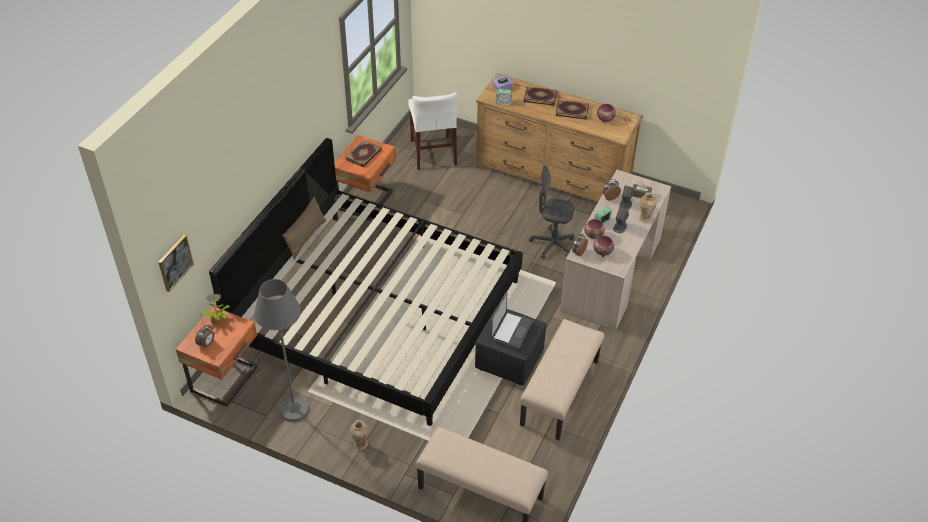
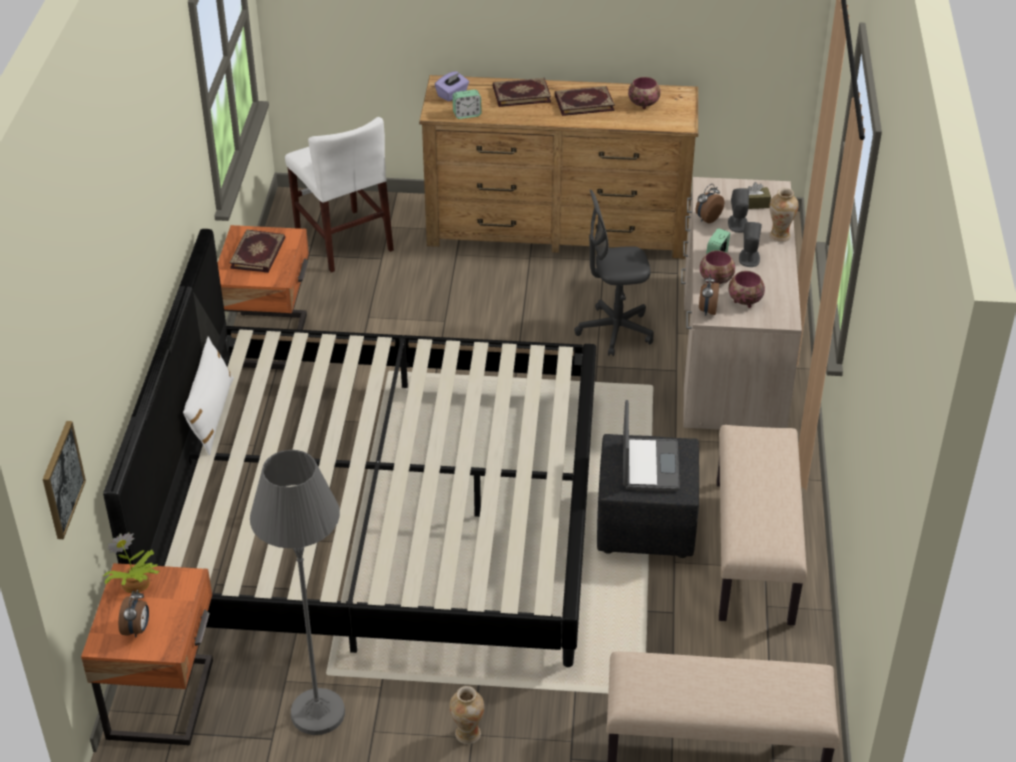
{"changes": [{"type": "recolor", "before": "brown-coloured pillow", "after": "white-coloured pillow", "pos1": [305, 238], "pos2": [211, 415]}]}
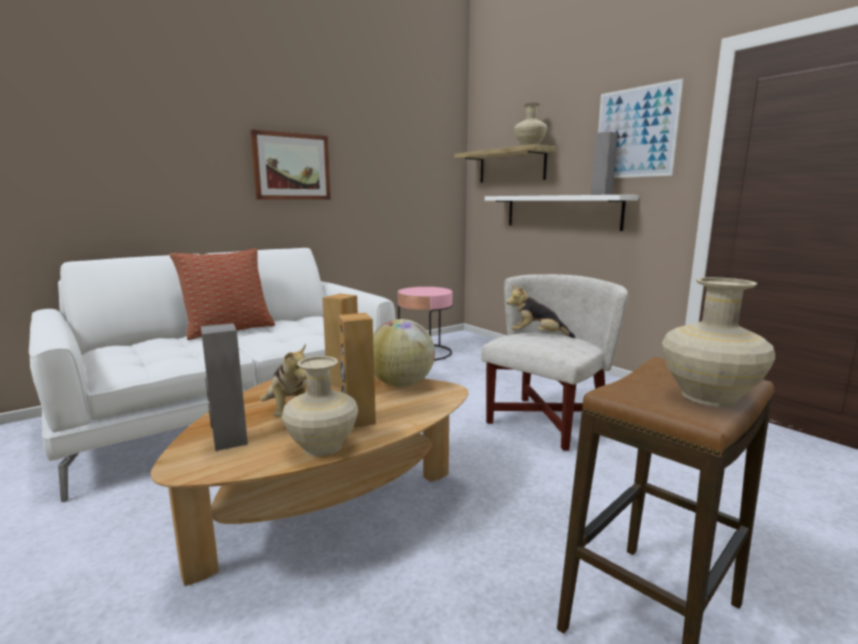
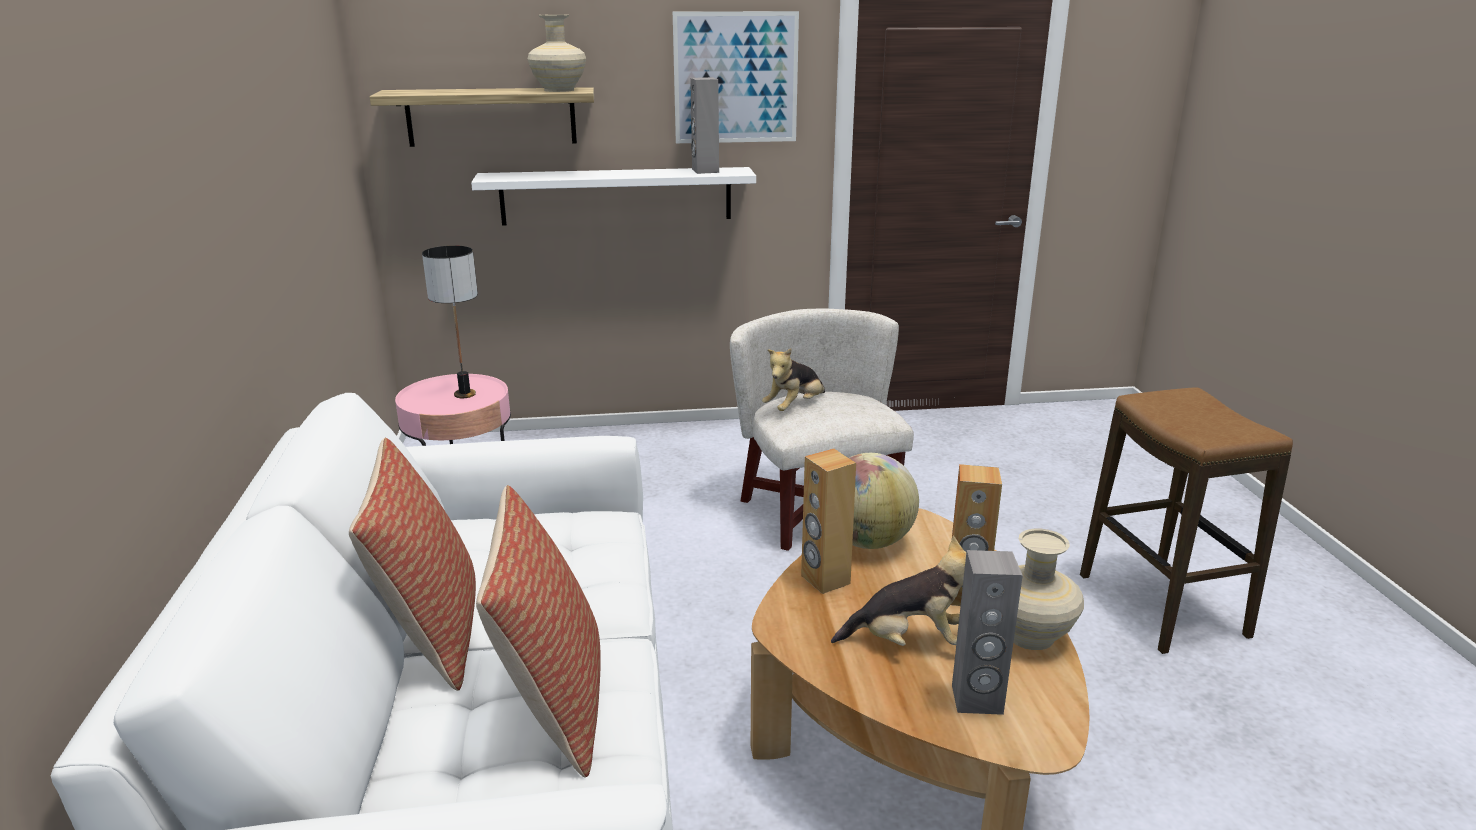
{"changes": [{"type": "delete", "before": "wall art", "pos1": [291, 166]}, {"type": "delete", "before": "sand-coloured decorative vase", "pos1": [707, 396]}, {"type": "insert", "after": "lamp for a table", "pos2": [464, 394]}, {"type": "insert", "after": "pillow", "pos2": [553, 704]}]}
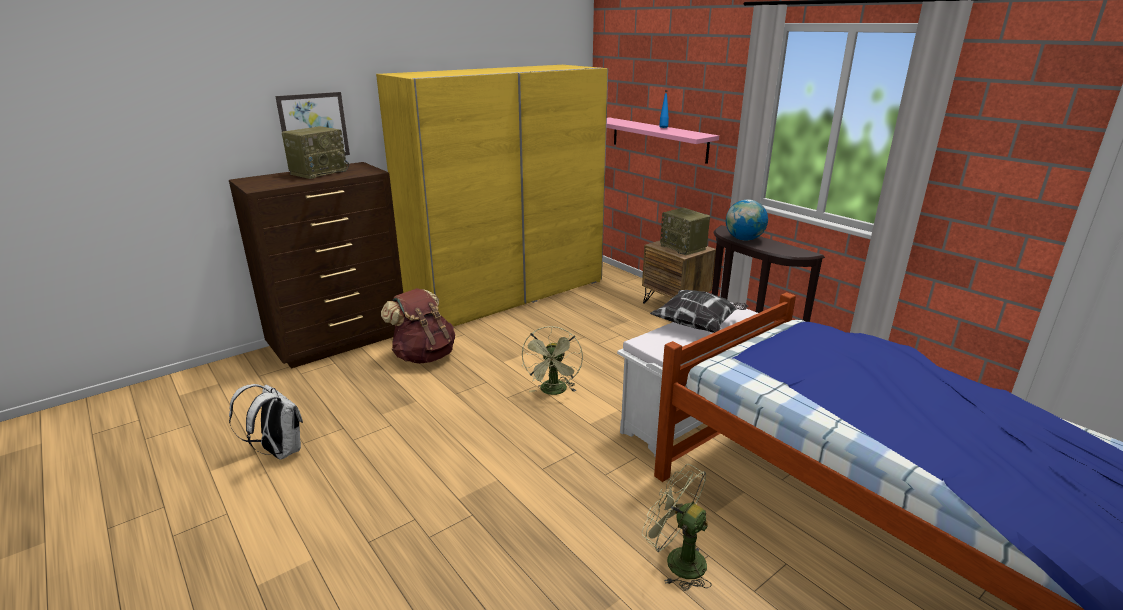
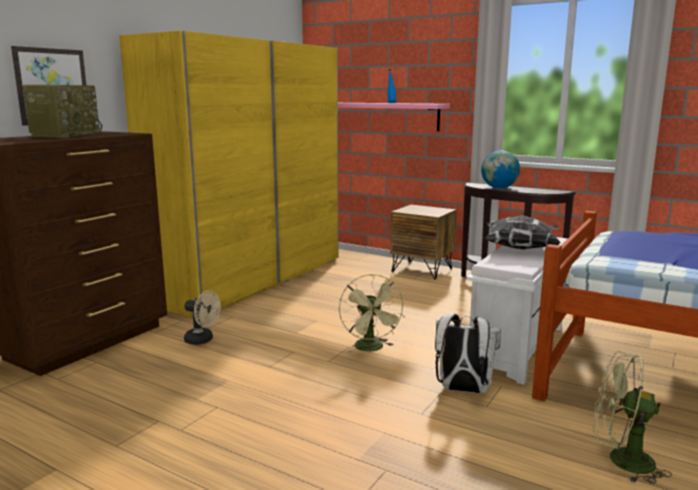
{"changes": [{"type": "move", "before": "white-coloured backpack", "pos1": [279, 451], "pos2": [462, 390]}, {"type": "replace", "before": "brown-coloured backpack", "after": "sand-coloured fan", "pos1": [424, 356], "pos2": [203, 340]}, {"type": "delete", "before": "radio", "pos1": [684, 247]}]}
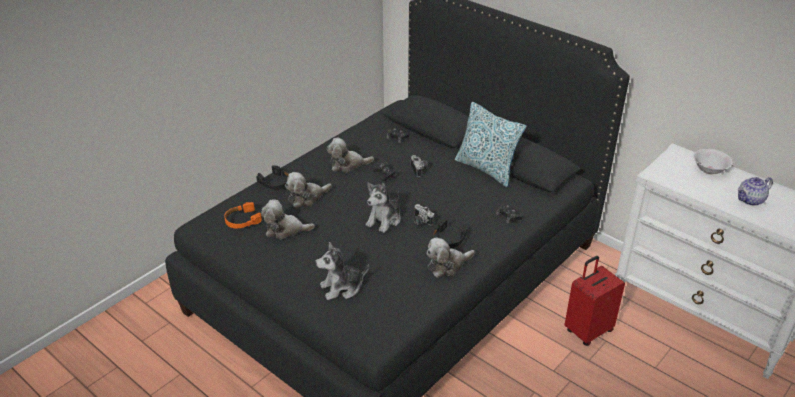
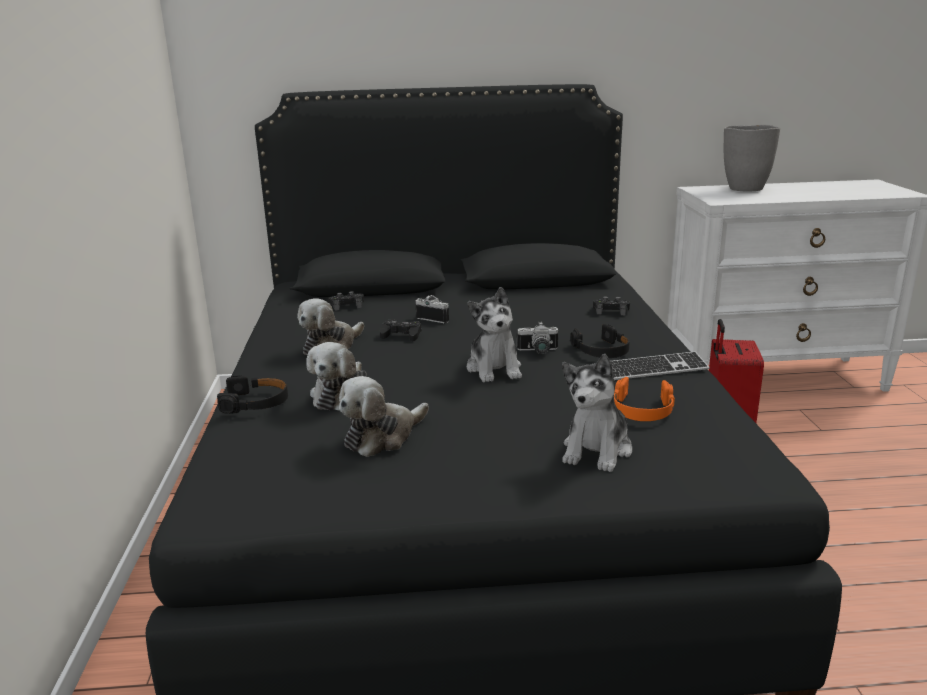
{"changes": [{"type": "move", "before": "orange-coloured headphones", "pos1": [242, 220], "pos2": [642, 409]}, {"type": "replace", "before": "plush toy", "after": "keyboard", "pos1": [447, 265], "pos2": [654, 369]}, {"type": "delete", "before": "pillow", "pos1": [486, 169]}, {"type": "replace", "before": "white-coloured bowl", "after": "gray decorative vase", "pos1": [709, 170], "pos2": [744, 189]}, {"type": "delete", "before": "tea pot", "pos1": [750, 200]}]}
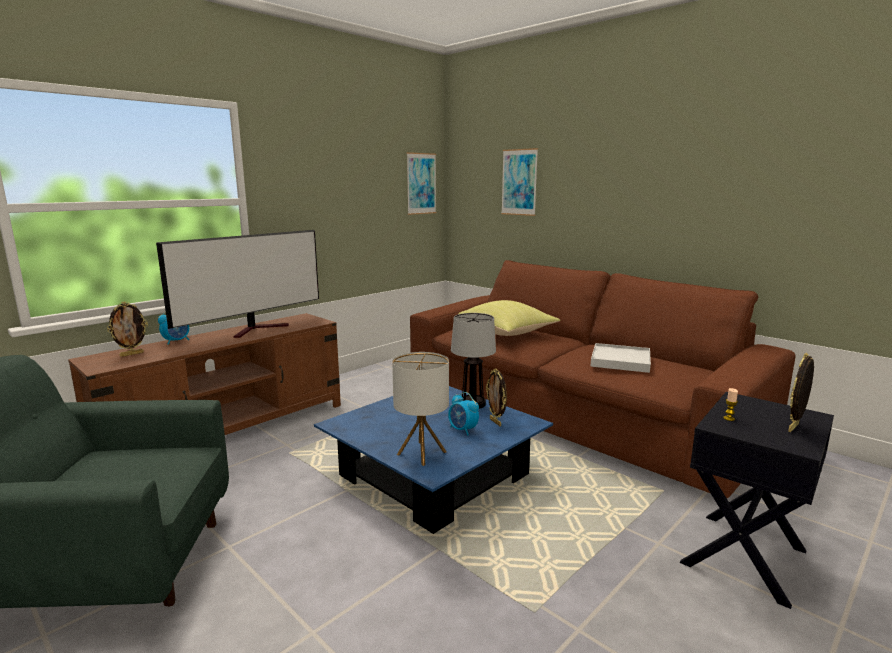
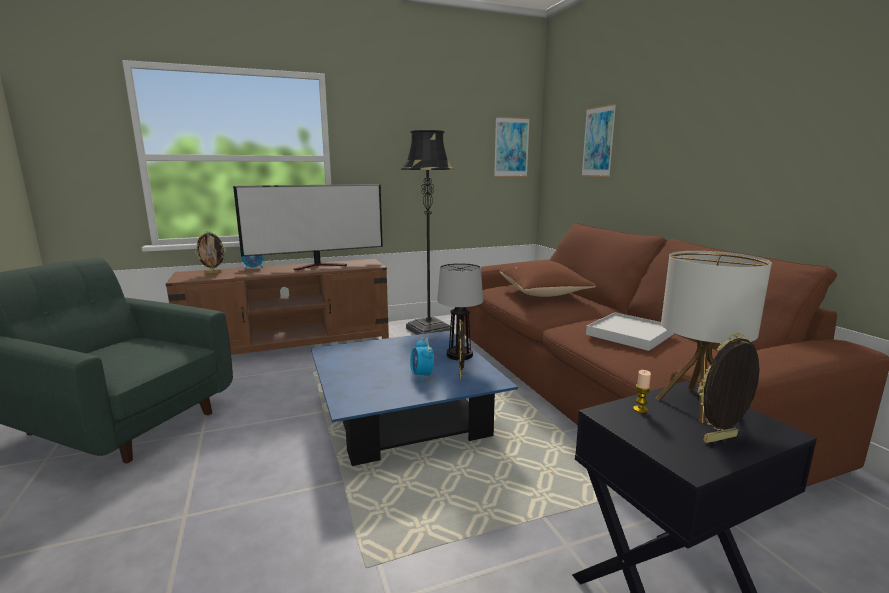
{"changes": [{"type": "move", "before": "lamp for a table", "pos1": [422, 453], "pos2": [696, 404]}, {"type": "recolor", "before": "yellow pillow", "after": "brown-coloured pillow", "pos1": [508, 333], "pos2": [544, 294]}, {"type": "insert", "after": "black standard lamp", "pos2": [429, 330]}]}
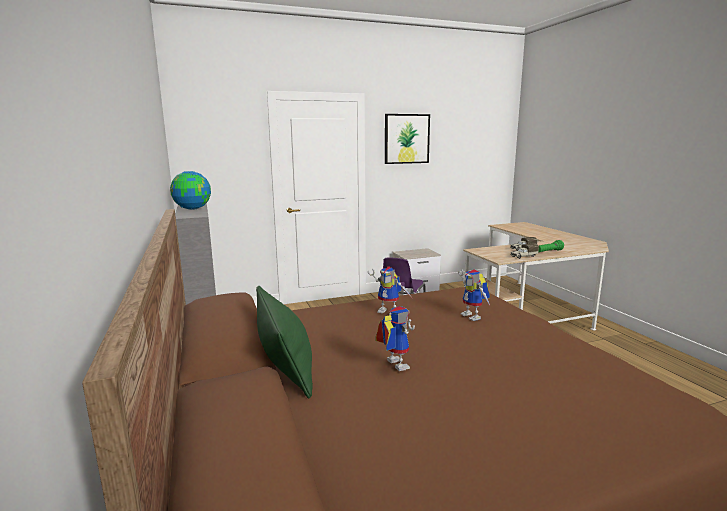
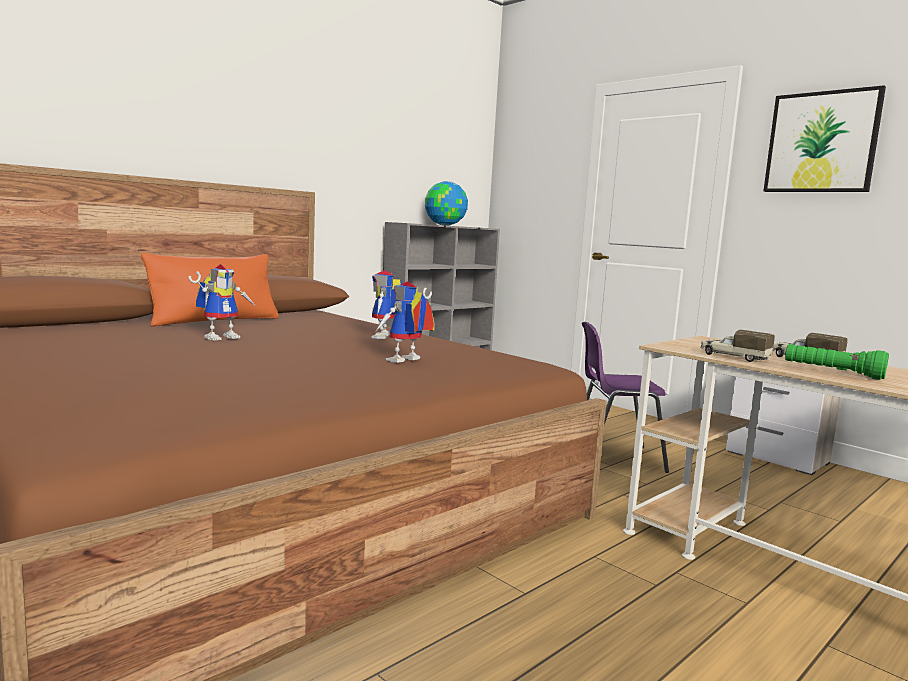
{"changes": [{"type": "recolor", "before": "greenish pillow", "after": "orange-coloured pillow", "pos1": [285, 366], "pos2": [215, 321]}]}
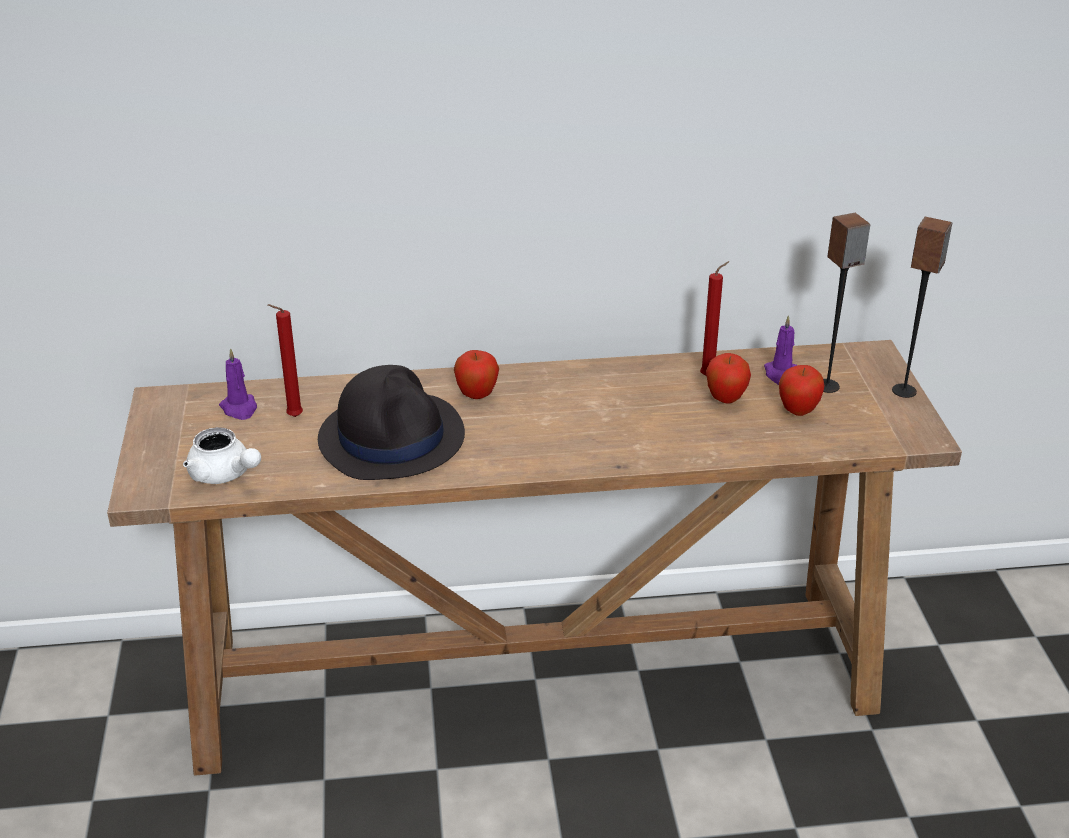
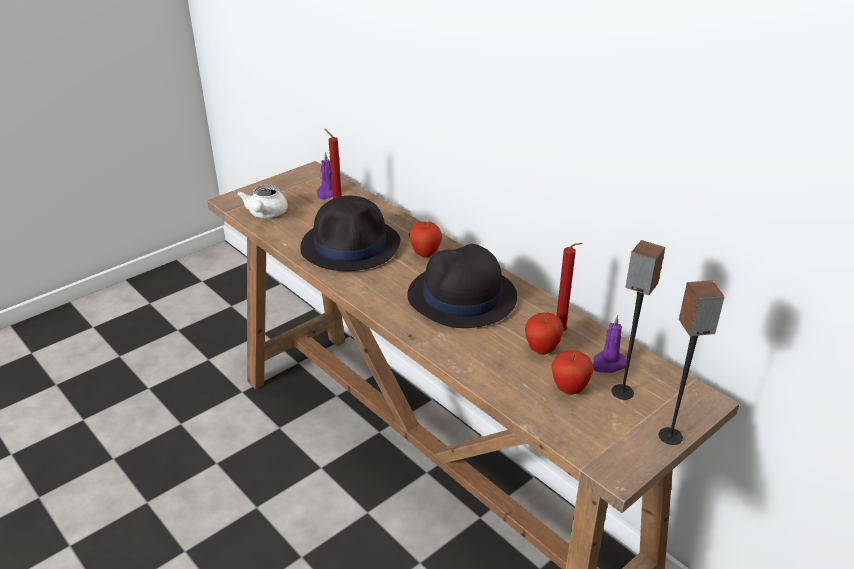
{"changes": [{"type": "insert", "after": "black wearable hat", "pos2": [461, 298]}]}
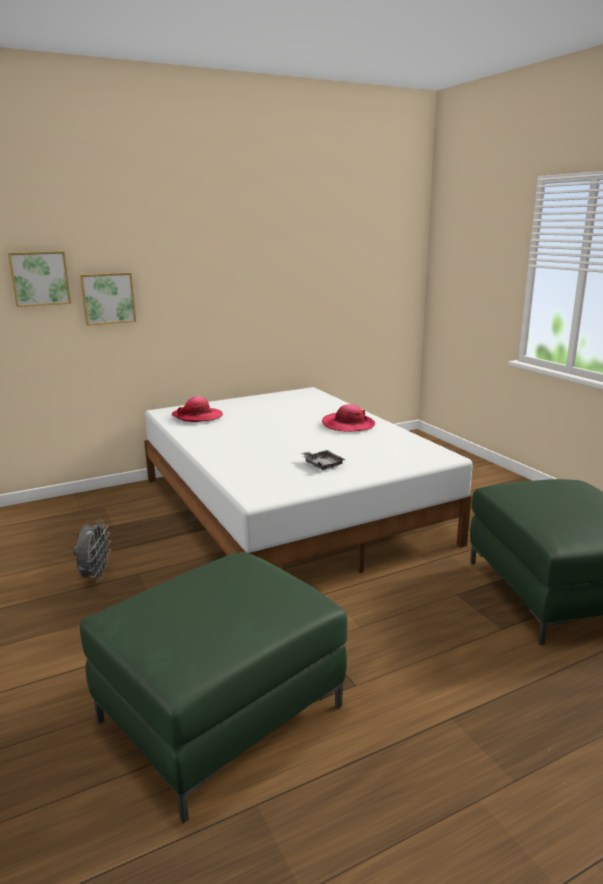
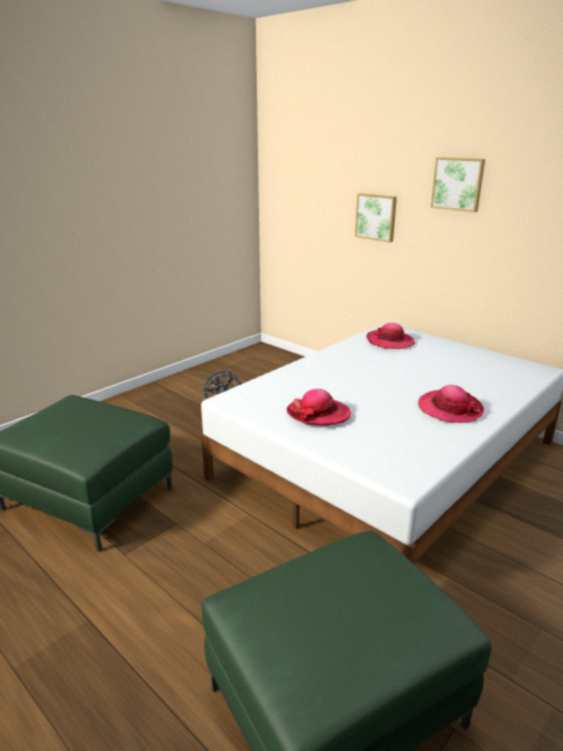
{"changes": [{"type": "move", "before": "wall art", "pos1": [40, 278], "pos2": [458, 184]}, {"type": "replace", "before": "gray tray", "after": "wearable hat", "pos1": [322, 464], "pos2": [318, 414]}]}
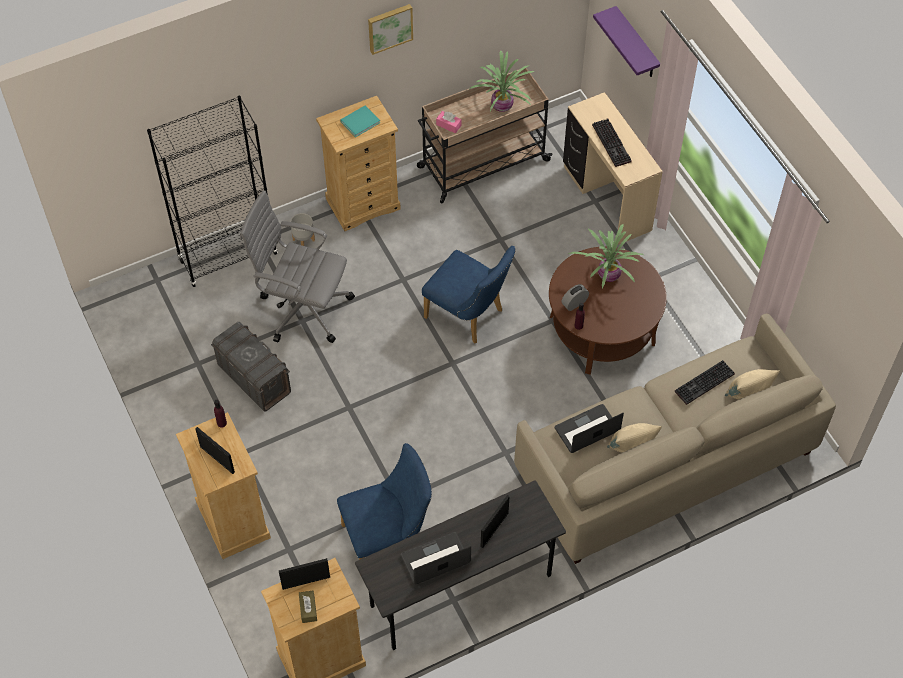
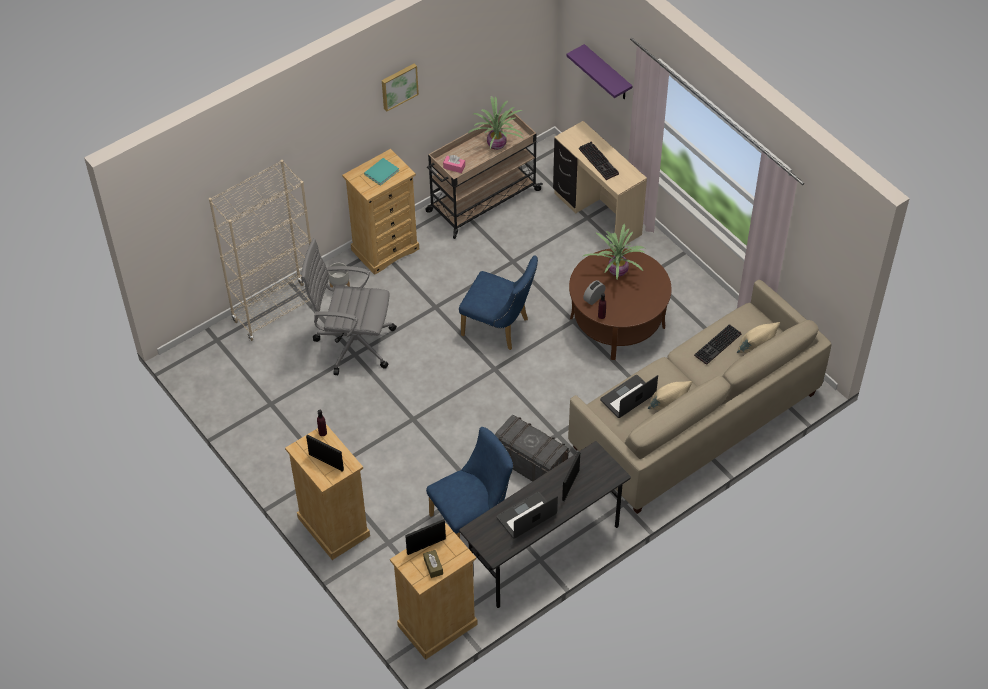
{"changes": [{"type": "recolor", "before": "black shelving unit", "after": "sand-coloured shelving unit", "pos1": [228, 257], "pos2": [276, 311]}, {"type": "move", "before": "gray storage container", "pos1": [254, 378], "pos2": [530, 465]}]}
